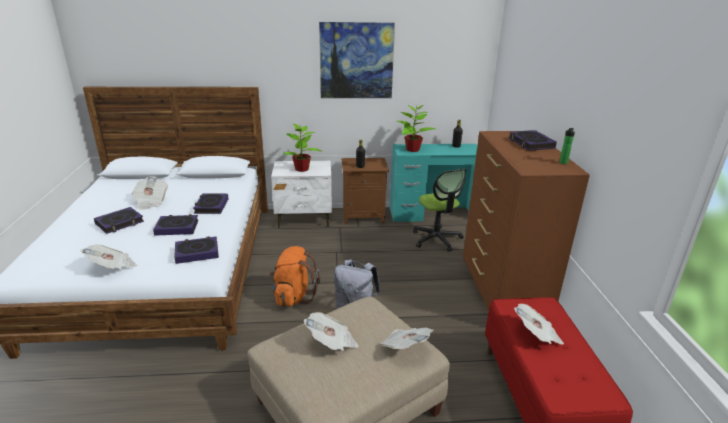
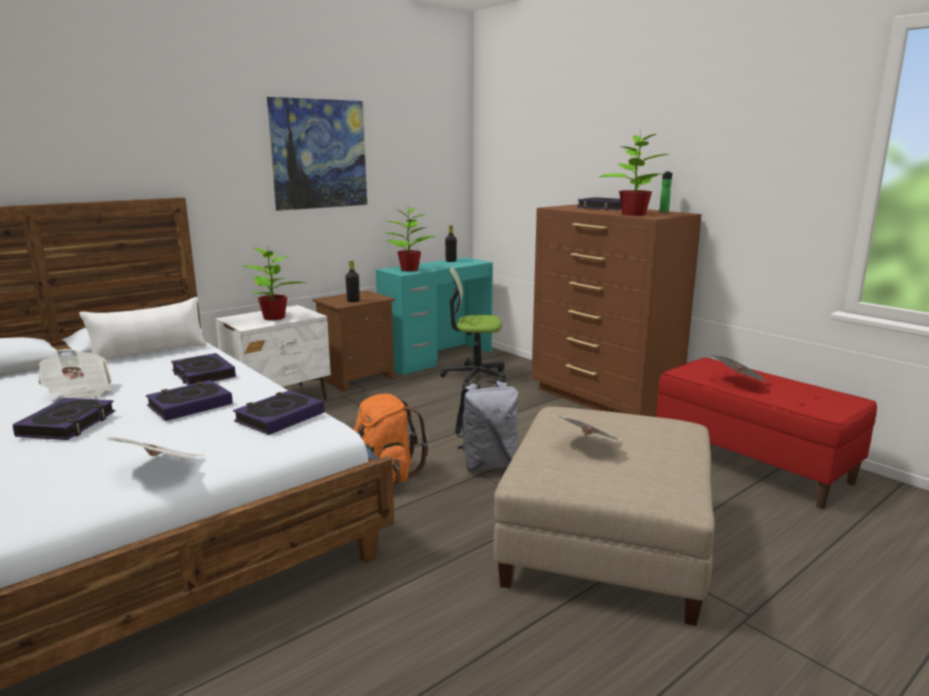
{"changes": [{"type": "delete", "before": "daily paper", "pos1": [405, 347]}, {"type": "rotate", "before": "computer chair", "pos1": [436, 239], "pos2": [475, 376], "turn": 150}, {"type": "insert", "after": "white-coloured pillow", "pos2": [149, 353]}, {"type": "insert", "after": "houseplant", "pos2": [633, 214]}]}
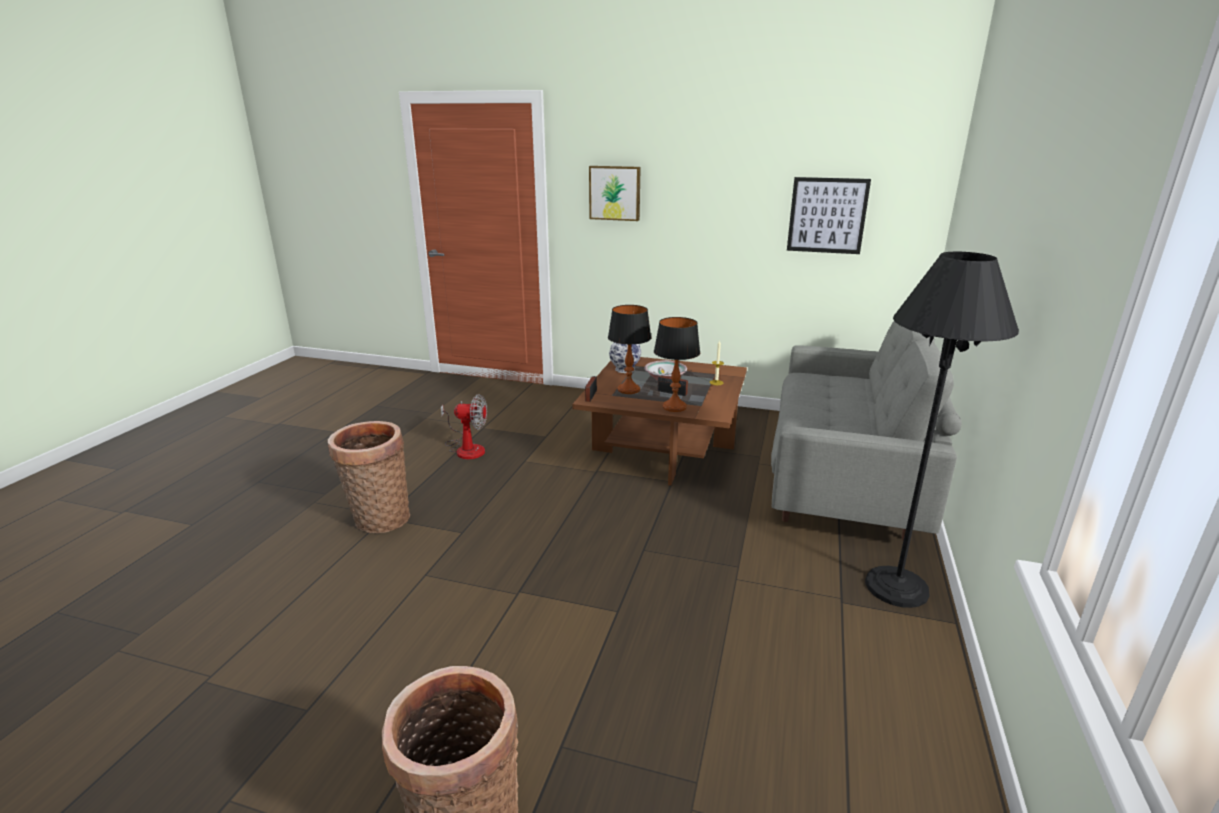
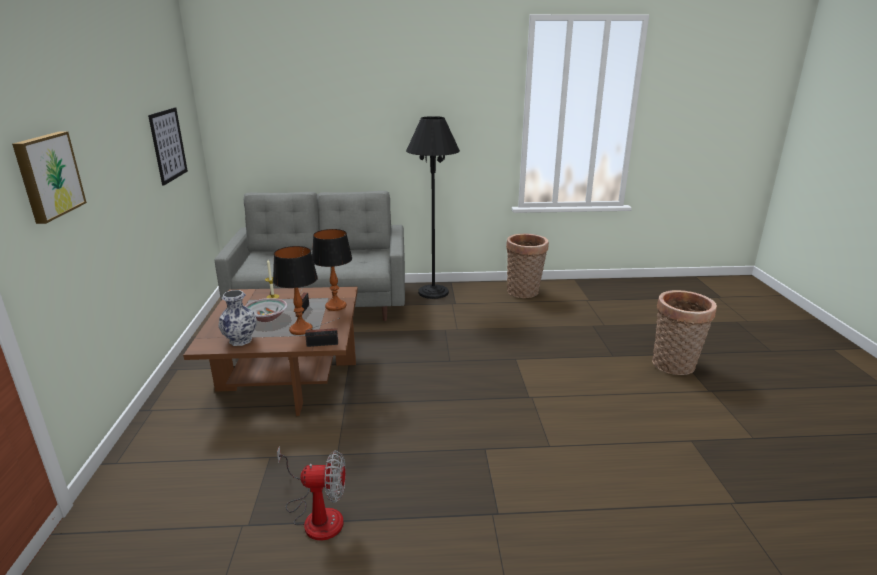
{"changes": [{"type": "move", "before": "basket", "pos1": [378, 519], "pos2": [524, 293]}, {"type": "rotate", "before": "fan", "pos1": [466, 448], "pos2": [316, 515], "turn": 105}]}
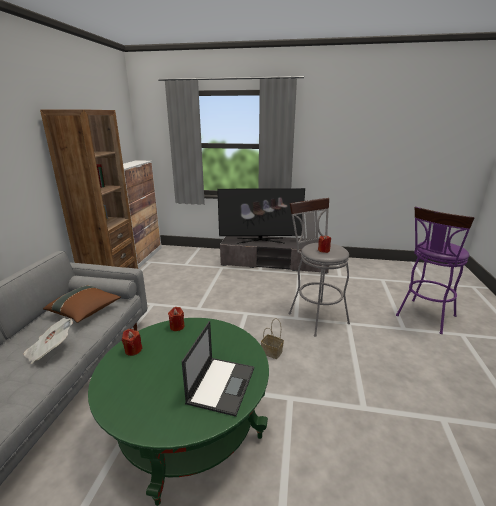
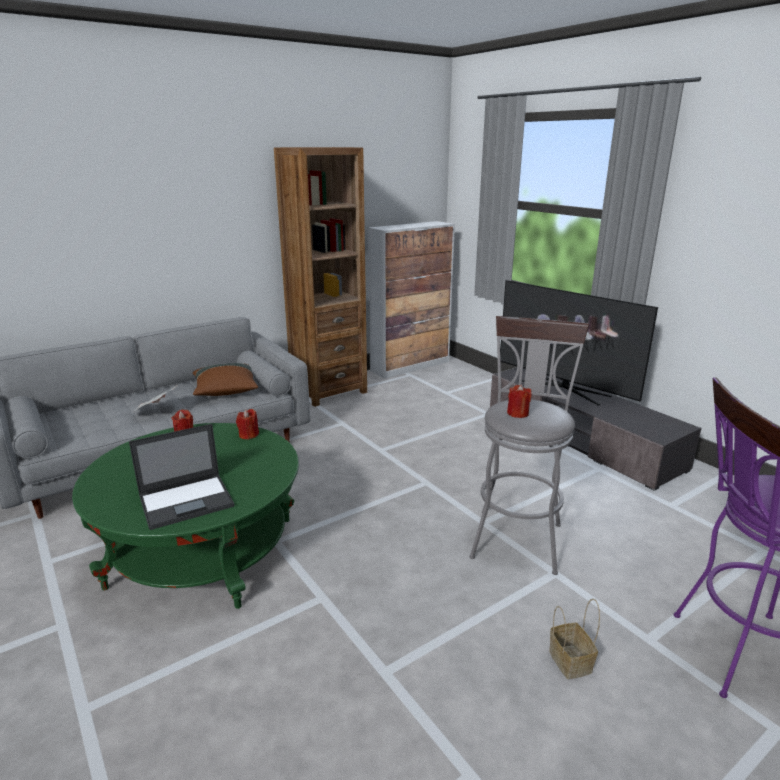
{"changes": [{"type": "move", "before": "basket", "pos1": [271, 352], "pos2": [568, 660]}]}
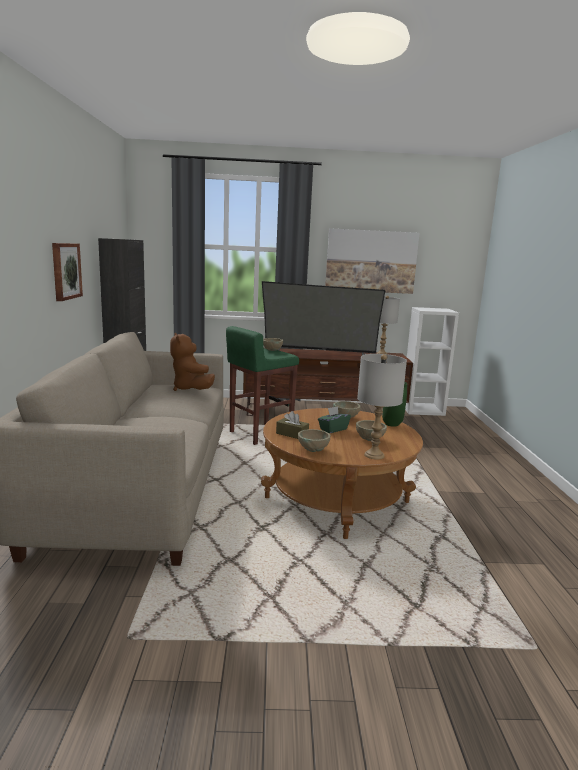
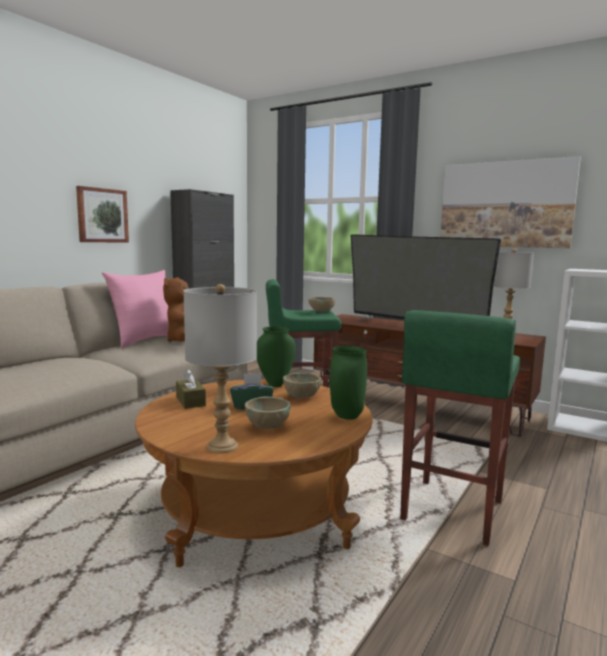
{"changes": [{"type": "delete", "before": "sand-coloured bowl", "pos1": [312, 450]}, {"type": "insert", "after": "pink-coloured pillow", "pos2": [145, 340]}, {"type": "insert", "after": "greenish decorative vase", "pos2": [275, 385]}, {"type": "insert", "after": "greenish sitting stool", "pos2": [450, 511]}]}
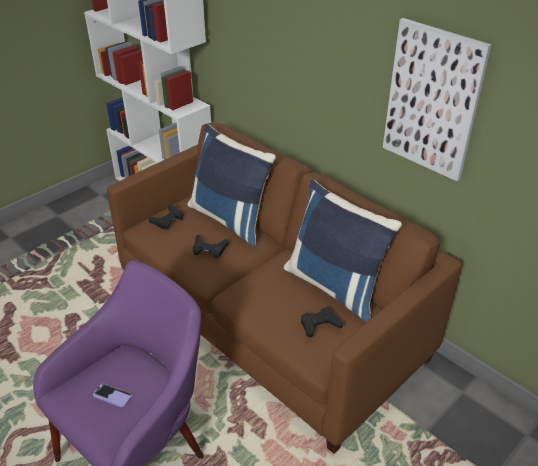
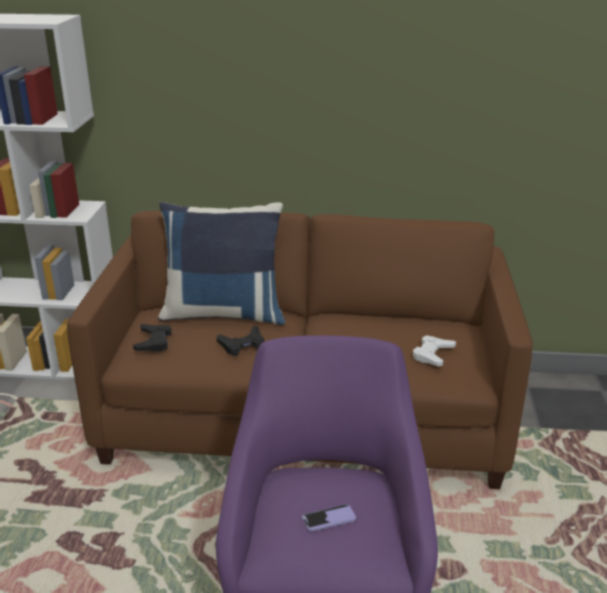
{"changes": [{"type": "delete", "before": "blue pillow", "pos1": [335, 286]}, {"type": "recolor", "before": "black gamepad", "after": "white-coloured gamepad", "pos1": [319, 325], "pos2": [432, 354]}, {"type": "delete", "before": "wall art", "pos1": [432, 101]}]}
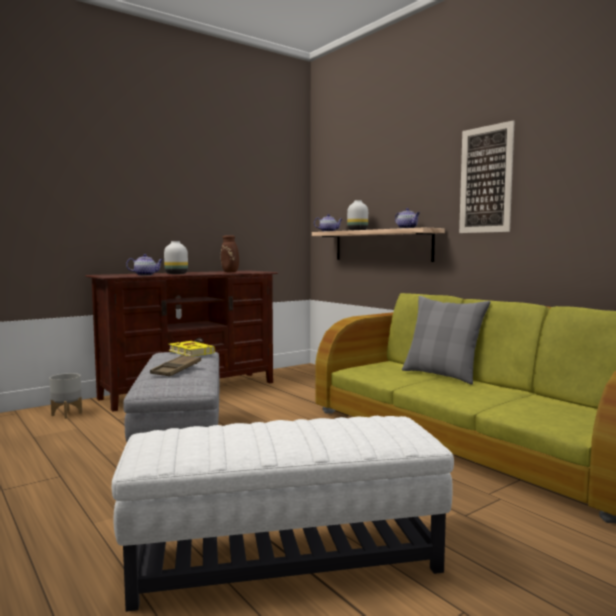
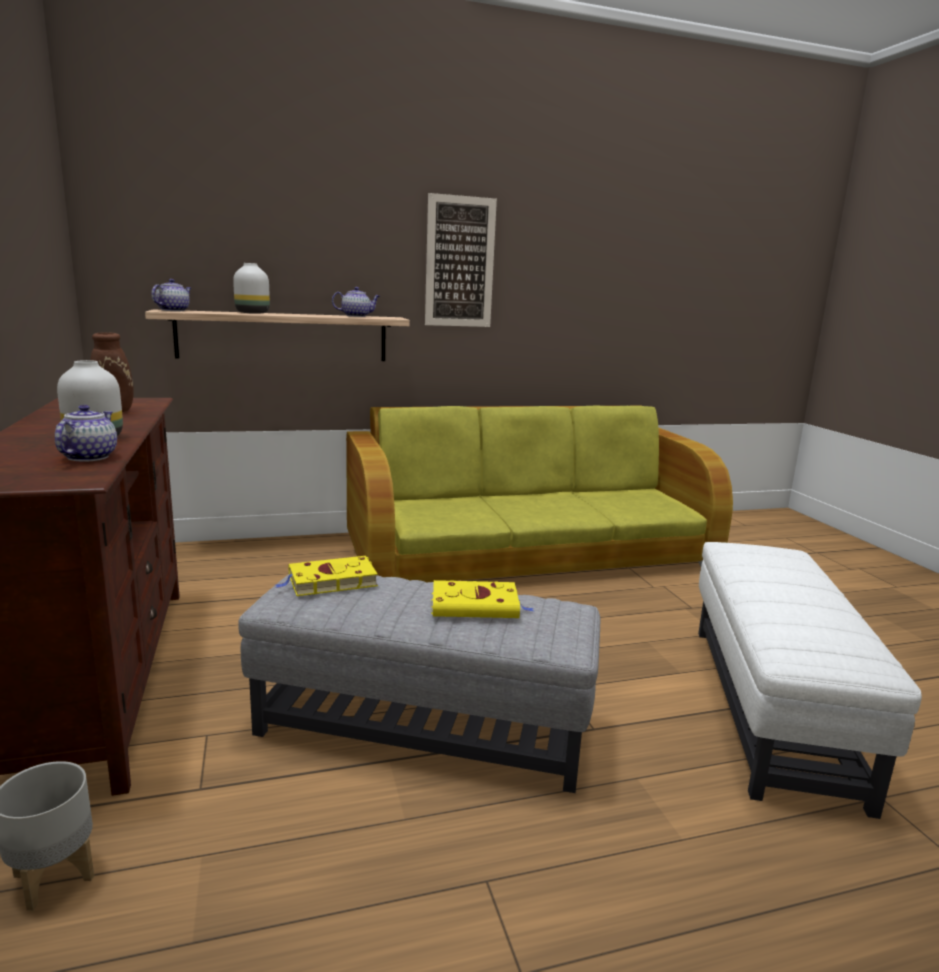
{"changes": [{"type": "replace", "before": "brown-coloured tray", "after": "yellow book", "pos1": [176, 370], "pos2": [477, 606]}, {"type": "delete", "before": "gray pillow", "pos1": [442, 375]}]}
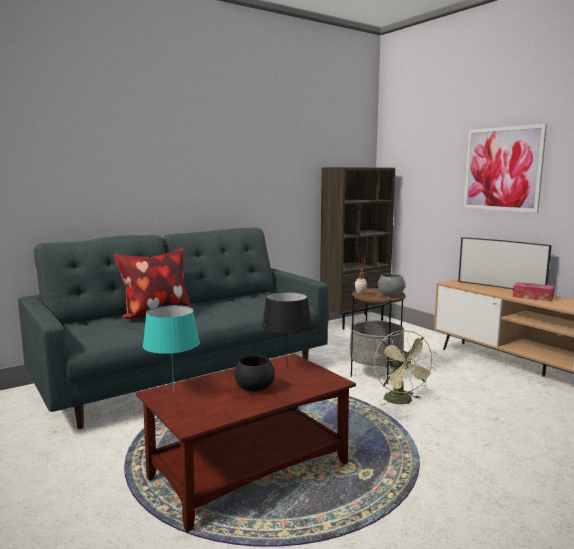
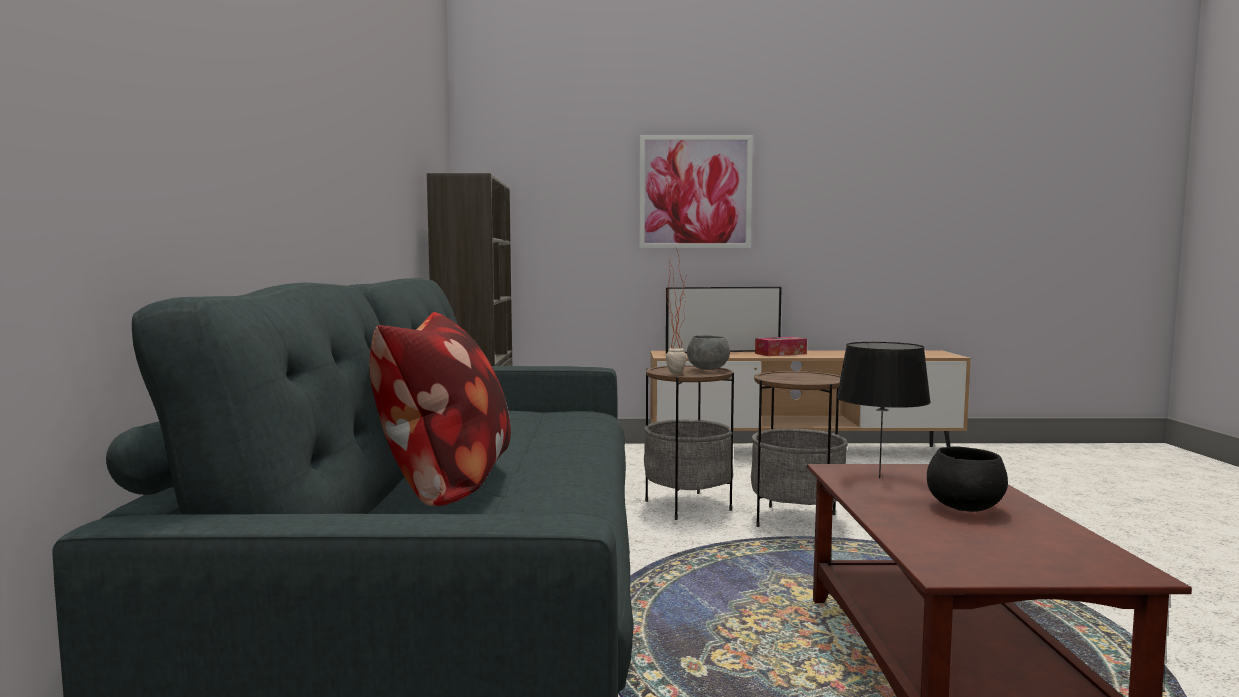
{"changes": [{"type": "delete", "before": "blue-green lamp for a table", "pos1": [173, 391]}, {"type": "replace", "before": "sand-coloured fan", "after": "accent table", "pos1": [402, 401], "pos2": [796, 520]}]}
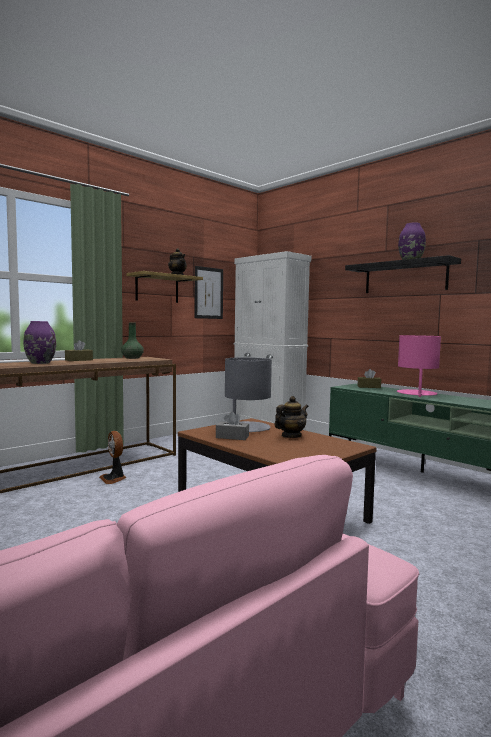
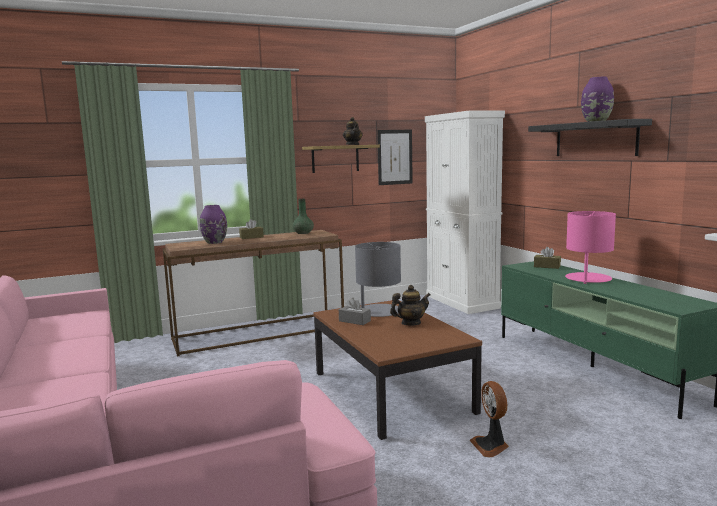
{"changes": [{"type": "move", "before": "fan", "pos1": [114, 479], "pos2": [491, 446]}]}
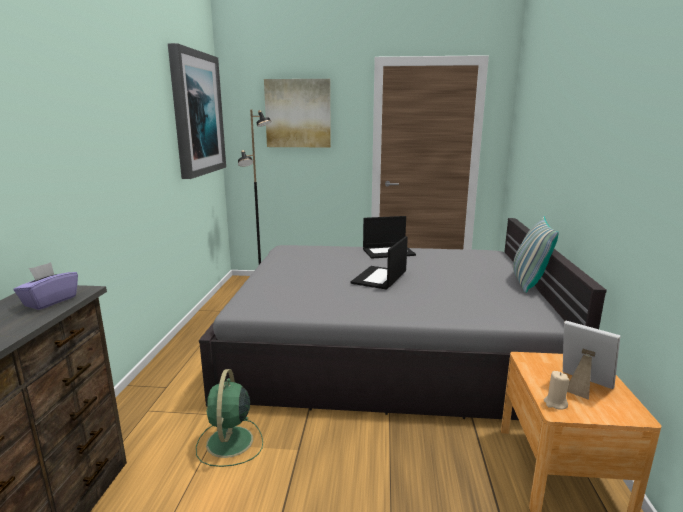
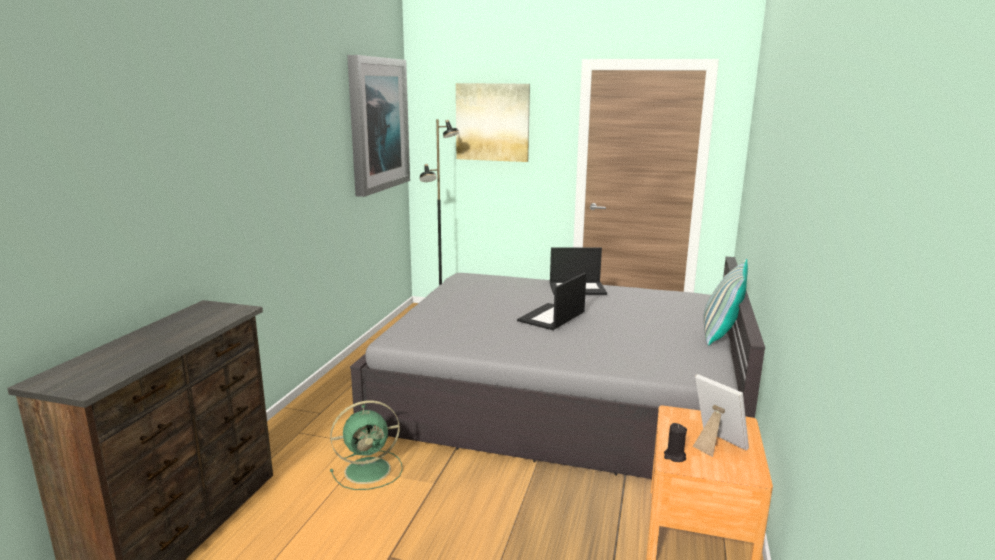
{"changes": [{"type": "delete", "before": "purple-coloured box of tissues", "pos1": [50, 301]}, {"type": "rotate", "before": "greenish fan", "pos1": [229, 443], "pos2": [370, 470], "turn": -120}, {"type": "recolor", "before": "sand-coloured candle", "after": "black candle", "pos1": [555, 403], "pos2": [674, 456]}]}
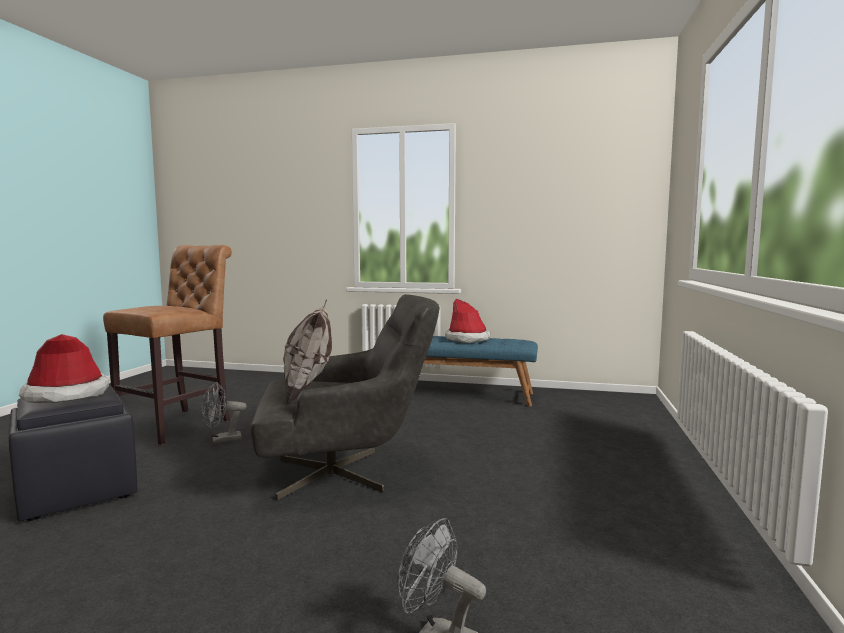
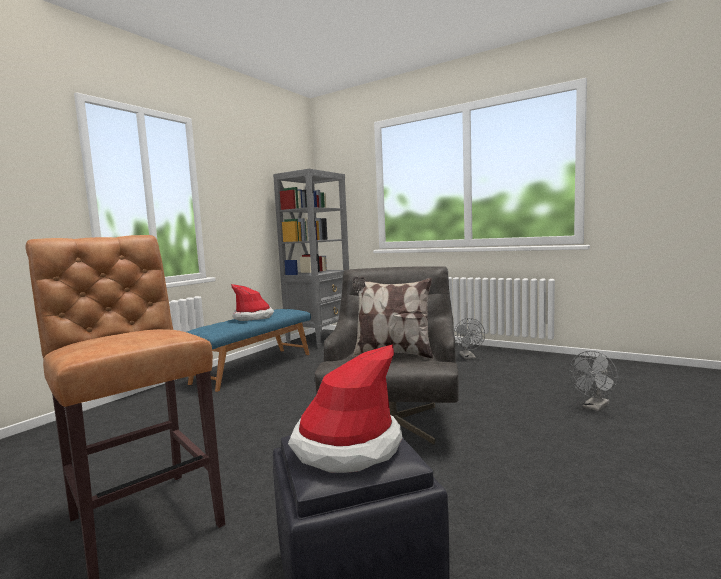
{"changes": [{"type": "move", "before": "gray fan", "pos1": [222, 440], "pos2": [468, 357]}, {"type": "insert", "after": "gray shelving unit", "pos2": [320, 339]}]}
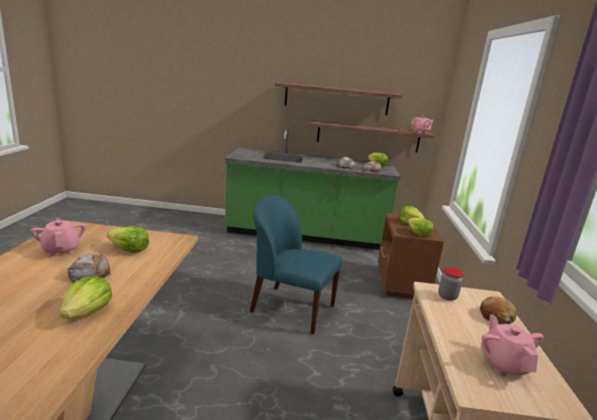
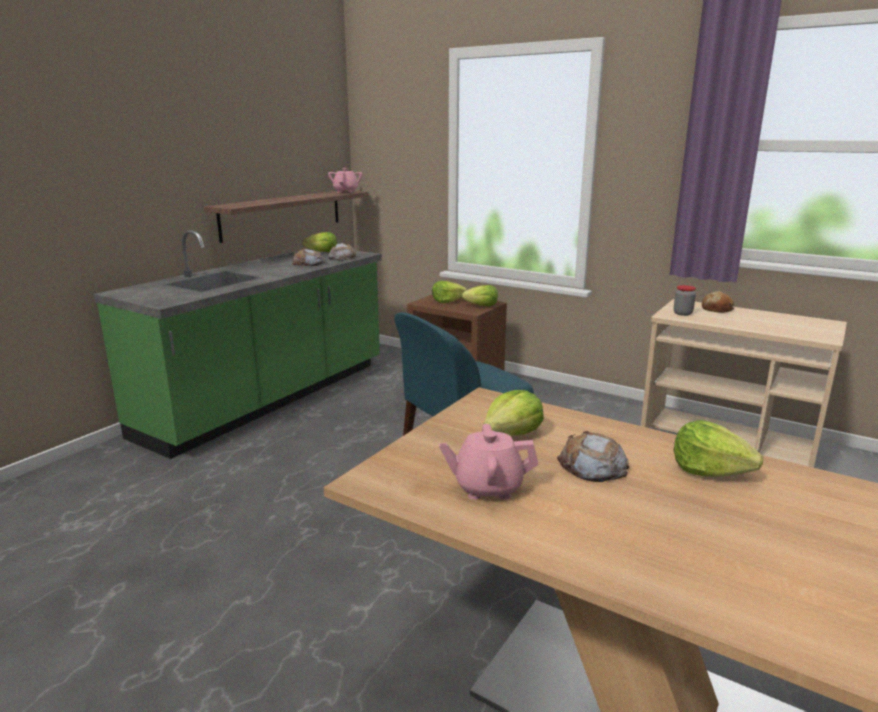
{"changes": [{"type": "delete", "before": "bracket shelf", "pos1": [336, 99]}, {"type": "delete", "before": "pink-coloured tea pot", "pos1": [504, 364]}]}
